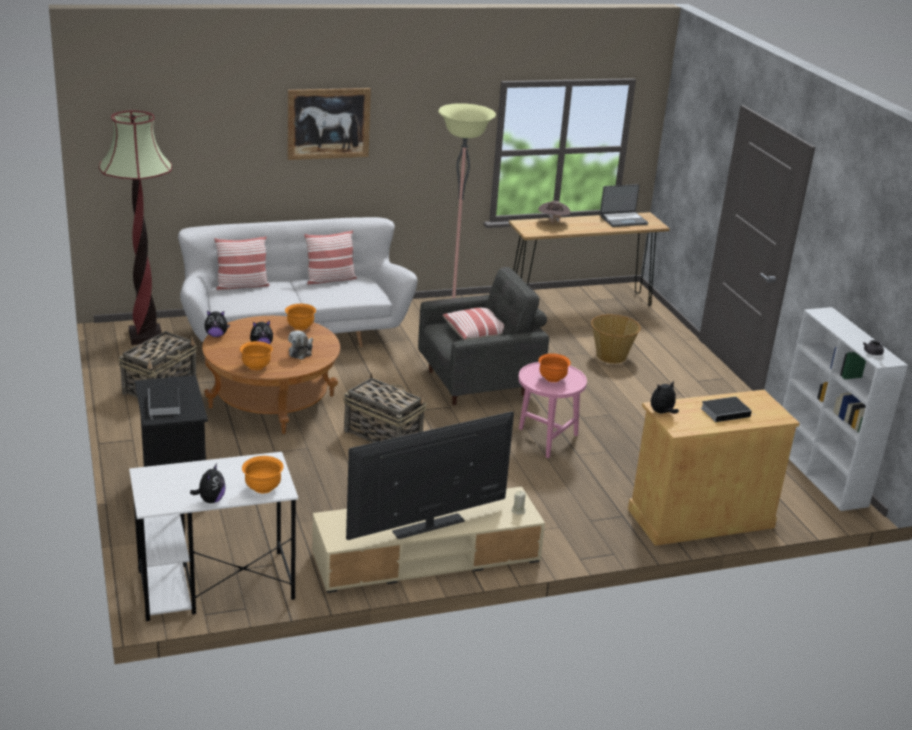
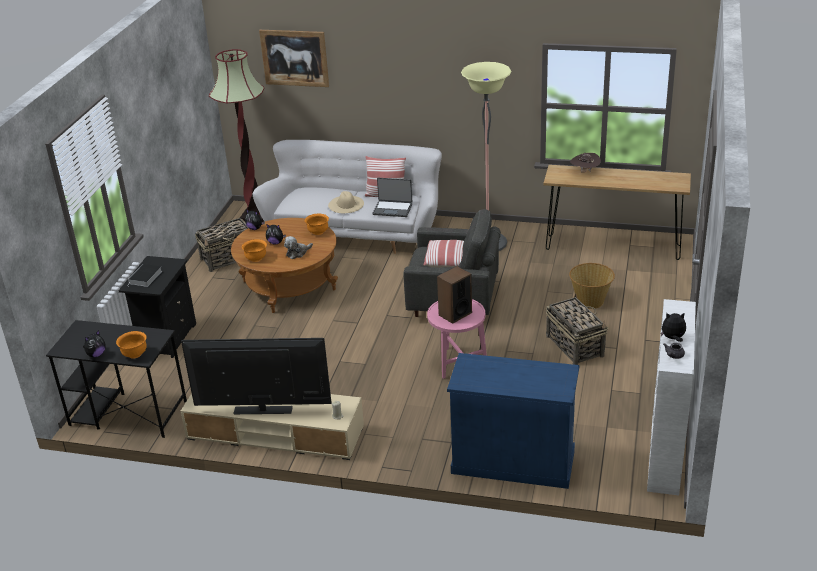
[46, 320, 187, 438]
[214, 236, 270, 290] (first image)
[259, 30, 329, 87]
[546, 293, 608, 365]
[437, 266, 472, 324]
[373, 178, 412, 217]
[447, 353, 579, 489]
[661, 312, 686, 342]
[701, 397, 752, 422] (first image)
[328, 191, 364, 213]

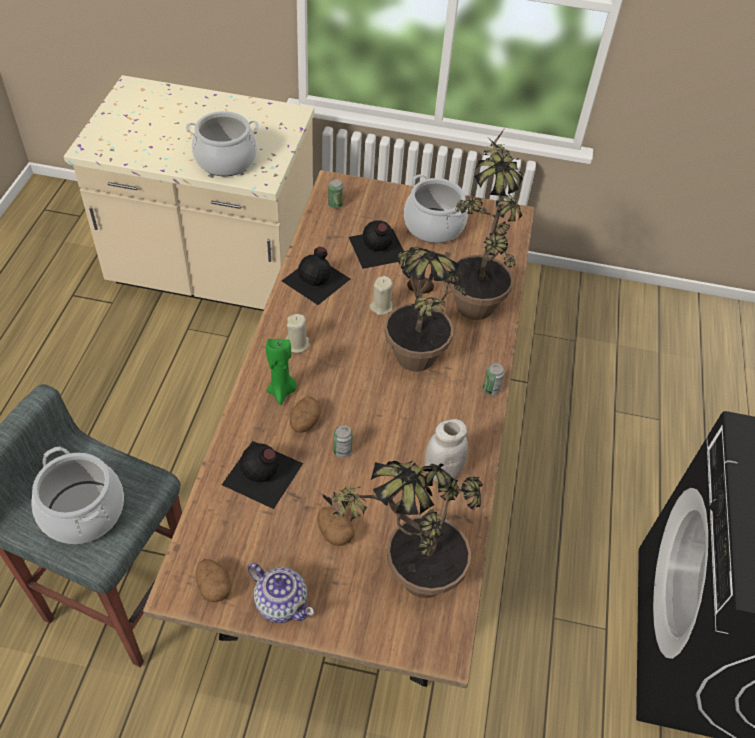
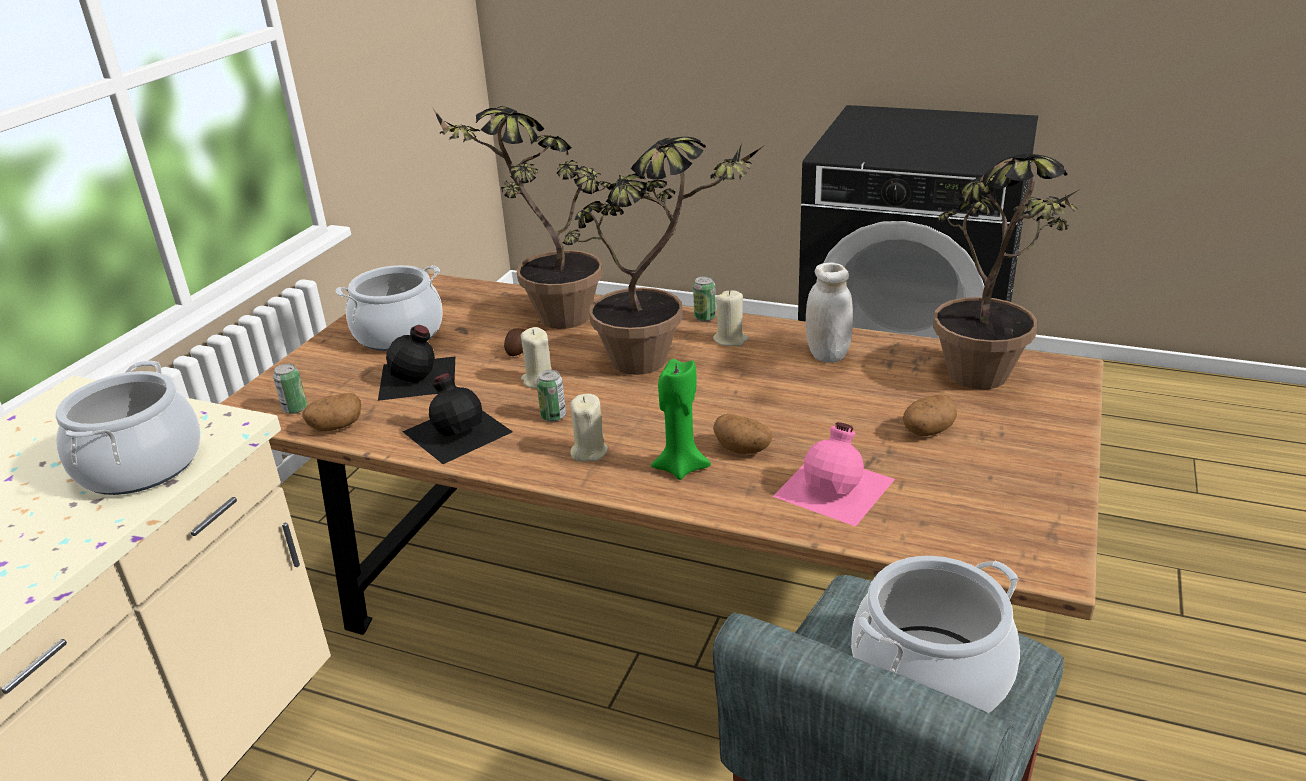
[302, 393, 361, 431]
[773, 422, 895, 527]
[247, 563, 314, 623] (first image)
[536, 370, 566, 422]
[713, 290, 749, 346]

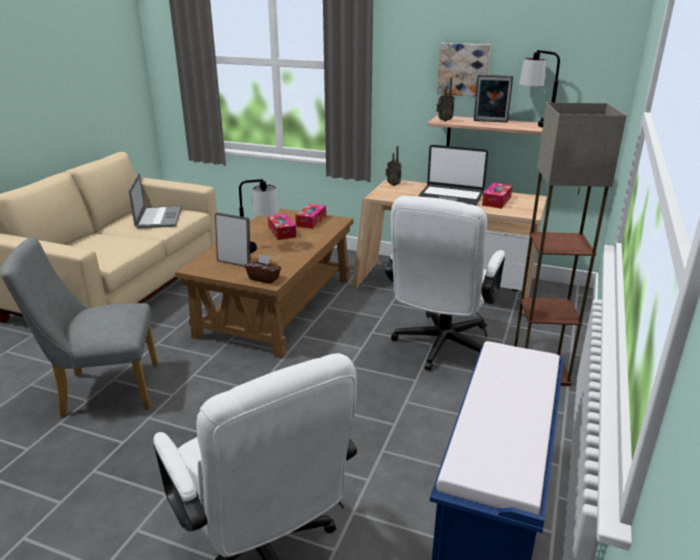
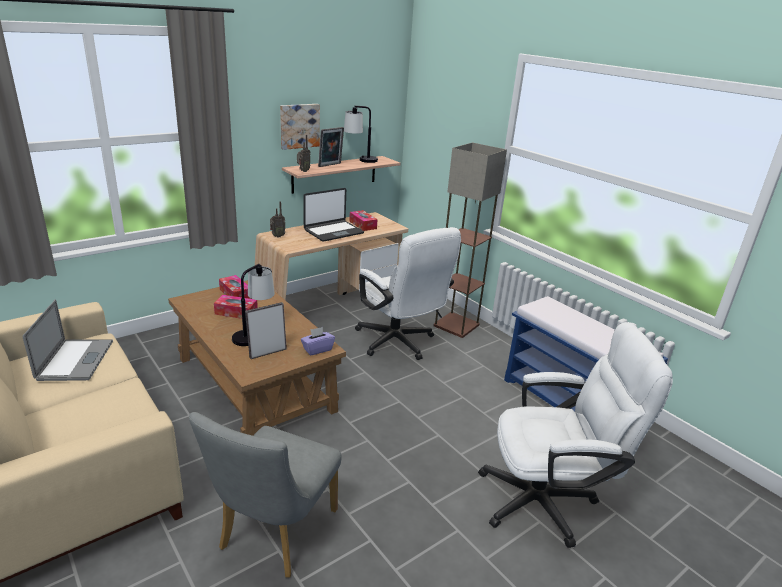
[23, 300, 113, 381]
[301, 327, 335, 356]

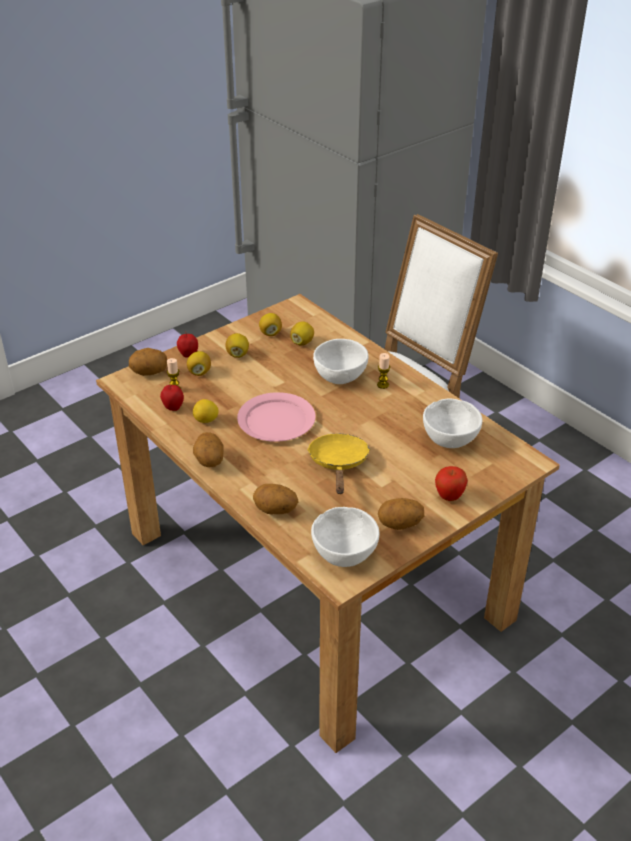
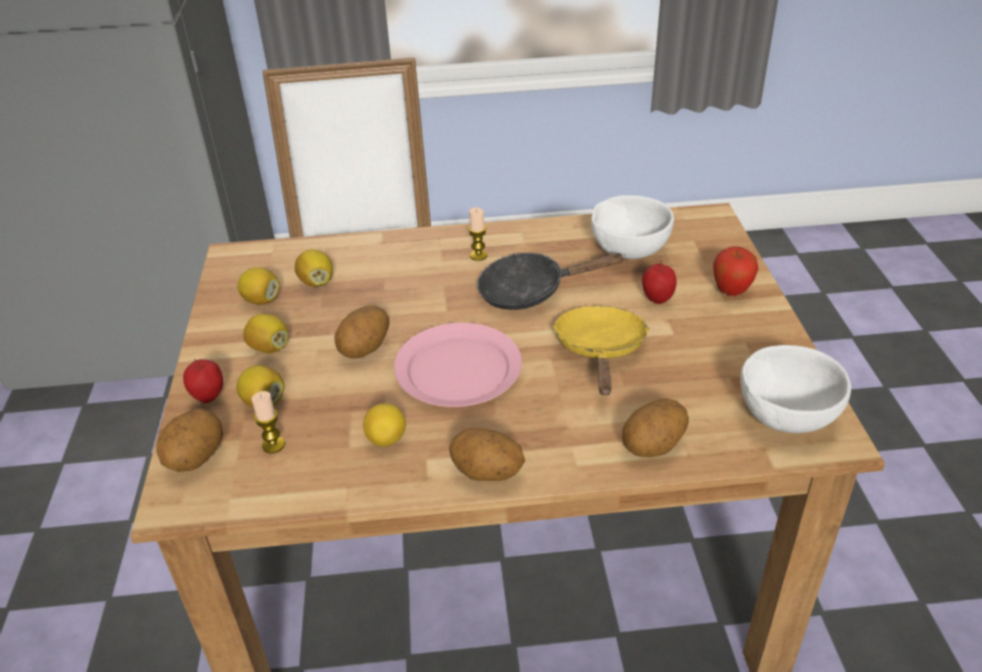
[642, 261, 677, 304]
[553, 306, 649, 395]
[313, 339, 368, 384] (first image)
[334, 305, 389, 359]
[477, 253, 624, 310]

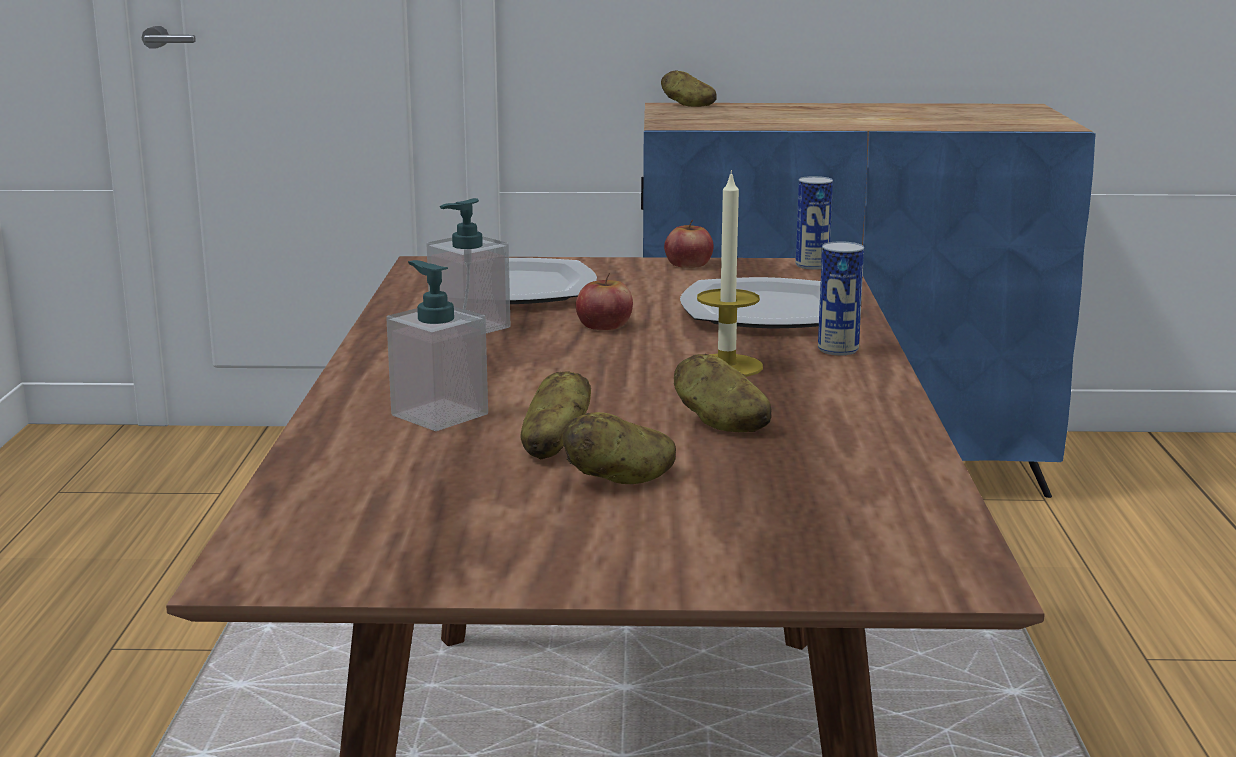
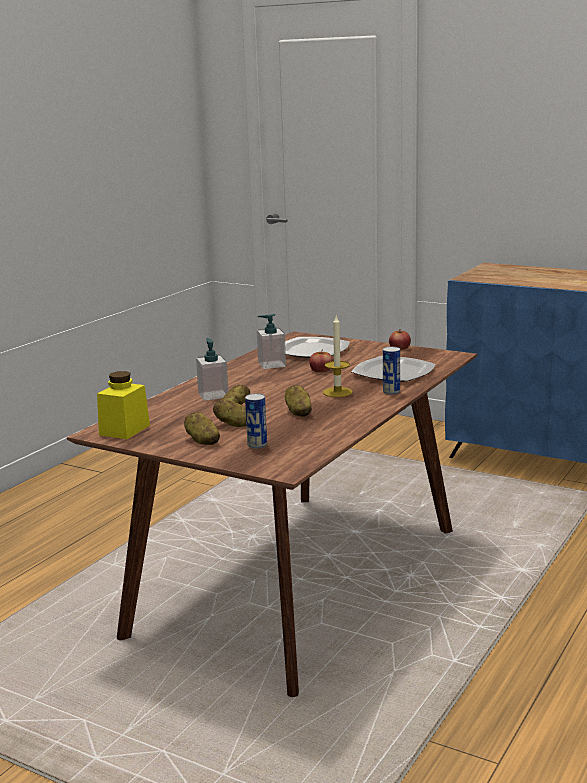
[184, 412, 220, 445]
[245, 393, 267, 449]
[97, 371, 150, 439]

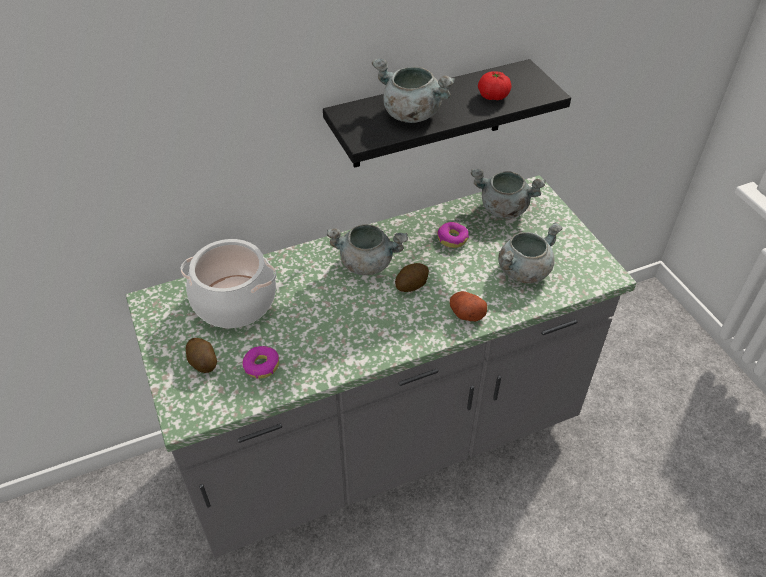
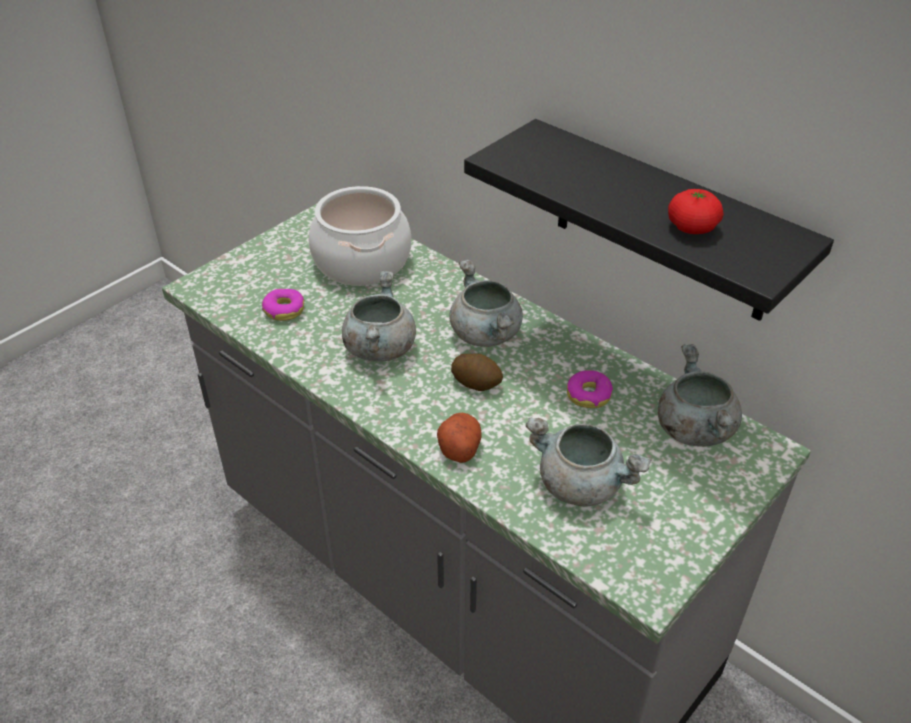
[186, 338, 217, 373] (first image)
[342, 271, 416, 362]

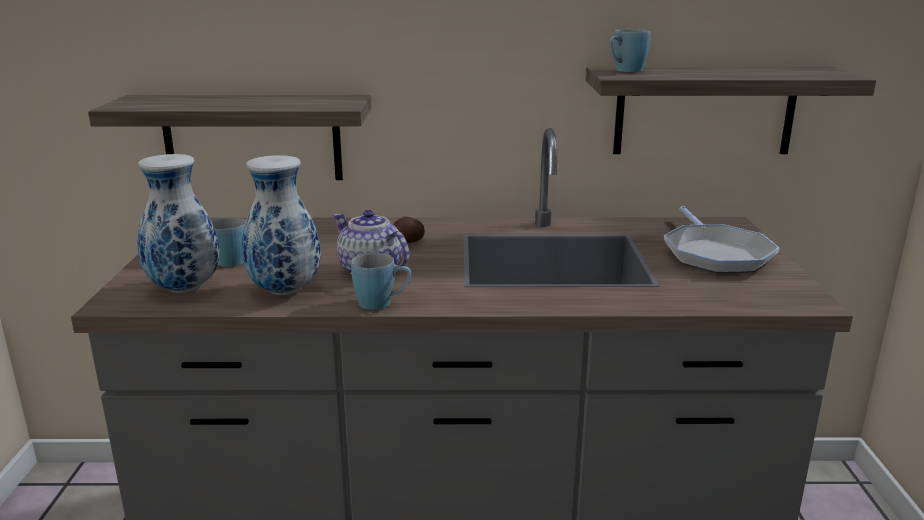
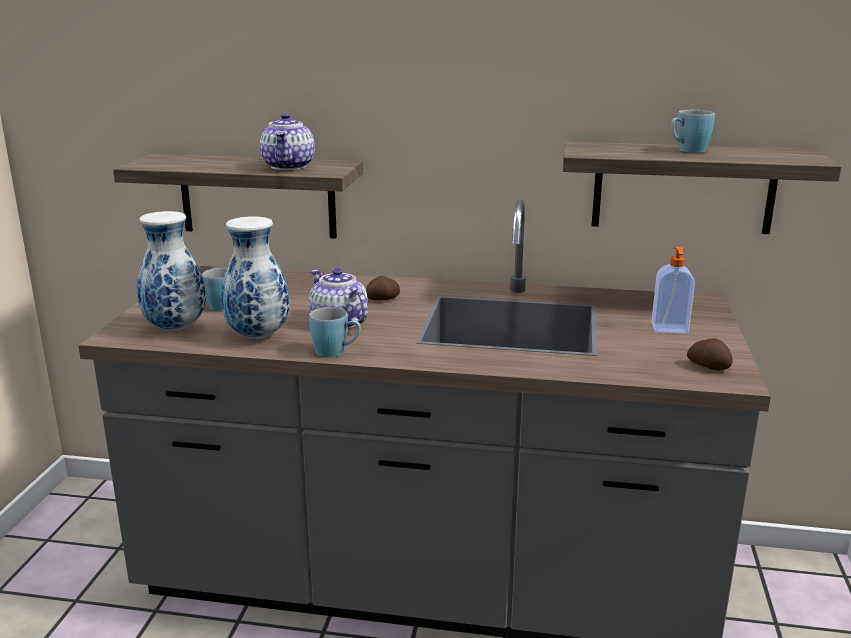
[671, 110, 715, 153]
[651, 247, 695, 334]
[260, 113, 315, 170]
[687, 338, 733, 370]

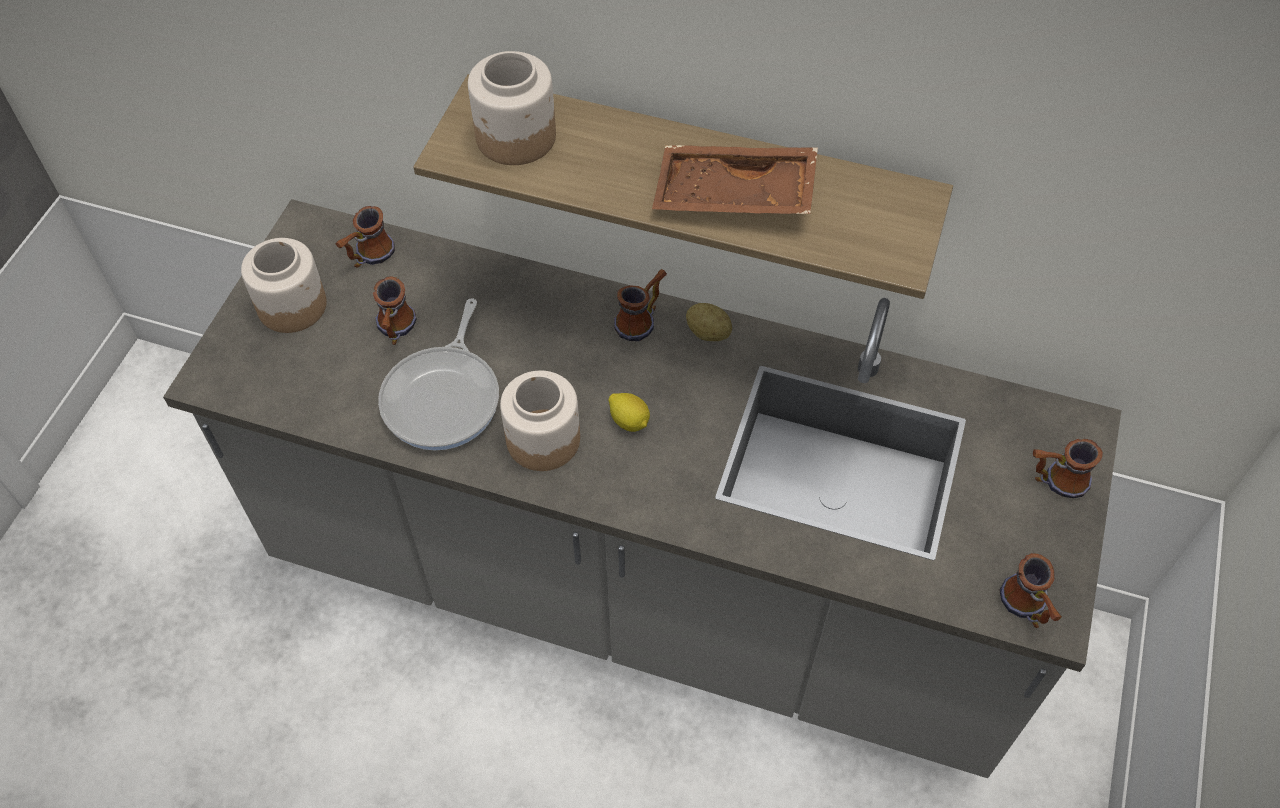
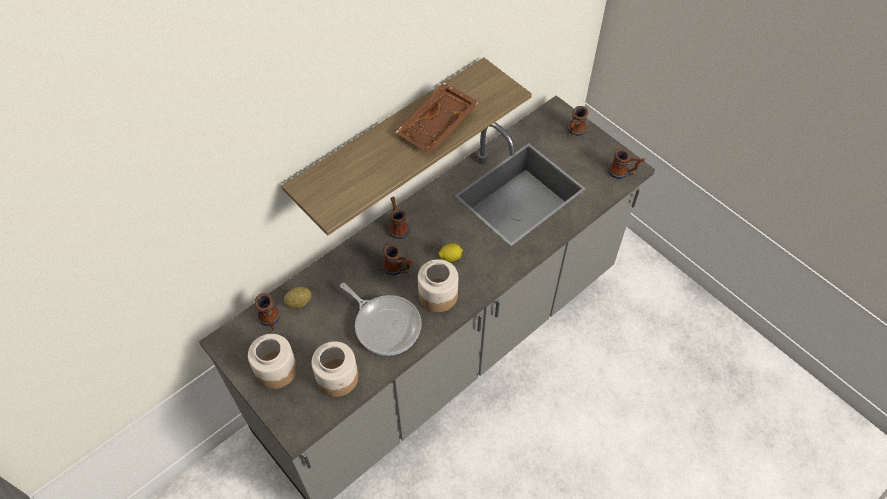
[382, 244, 414, 275]
[311, 341, 358, 397]
[284, 287, 312, 308]

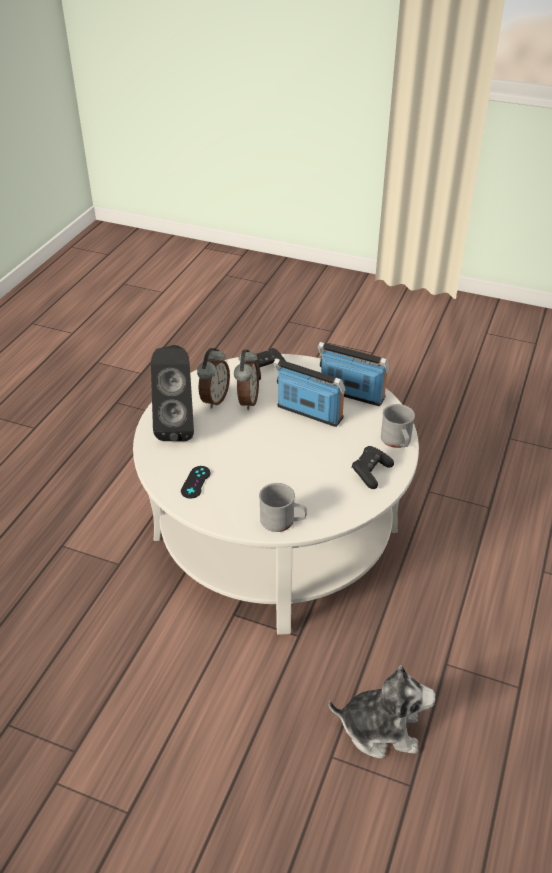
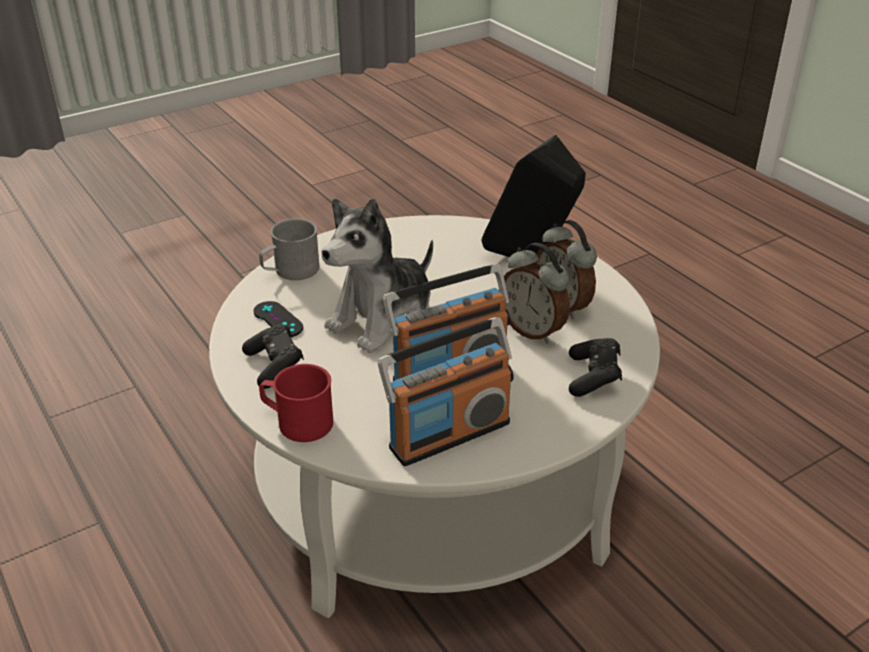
[253, 301, 303, 337]
[321, 198, 433, 353]
[259, 364, 333, 442]

